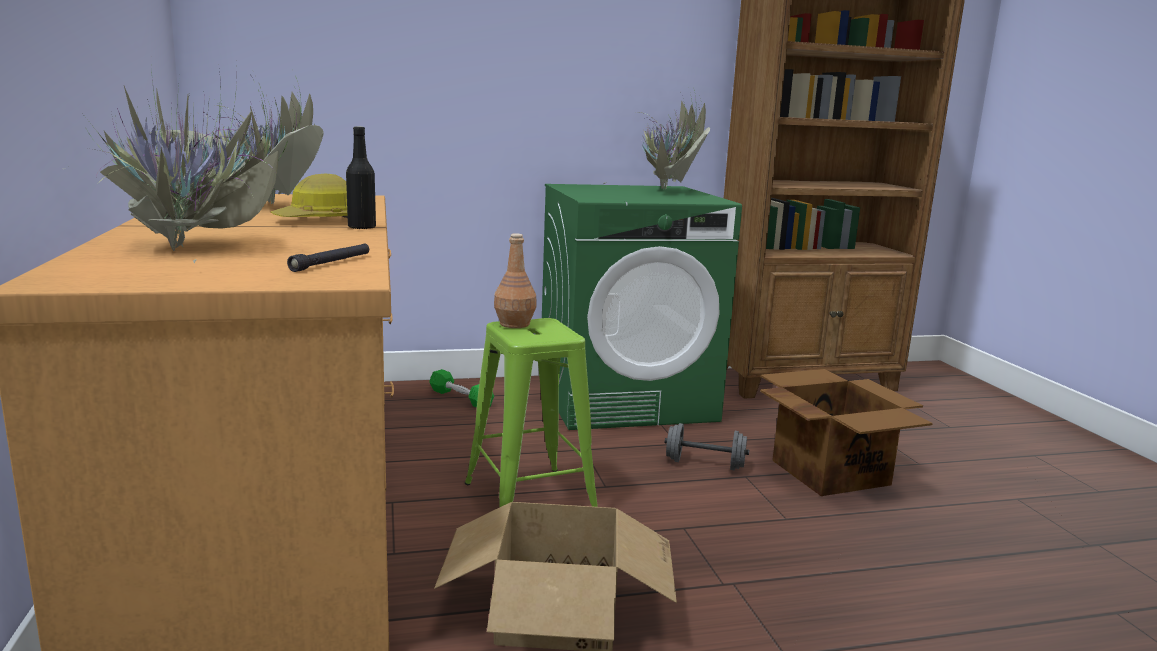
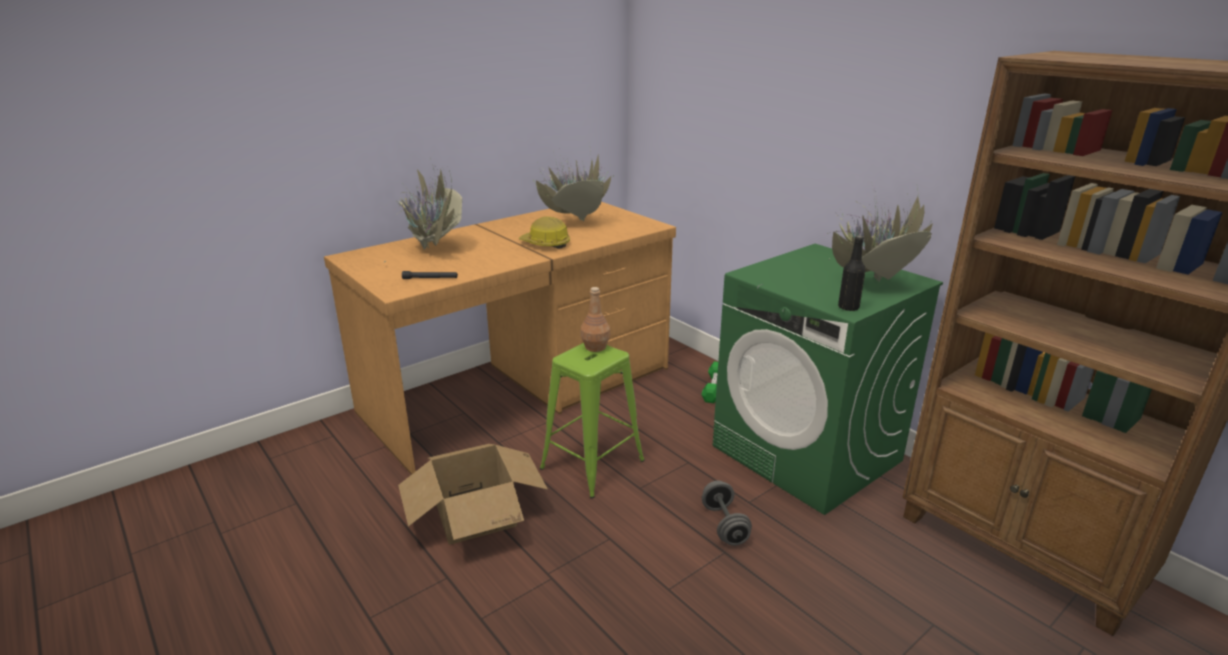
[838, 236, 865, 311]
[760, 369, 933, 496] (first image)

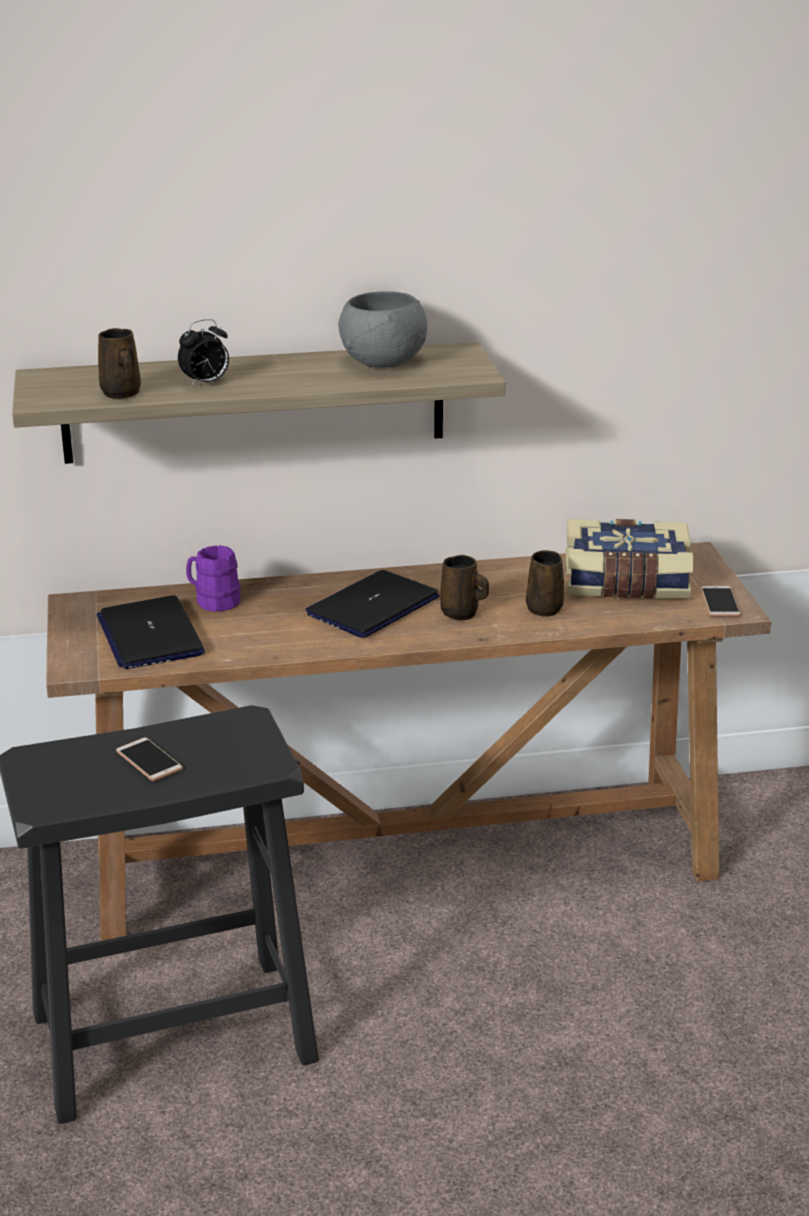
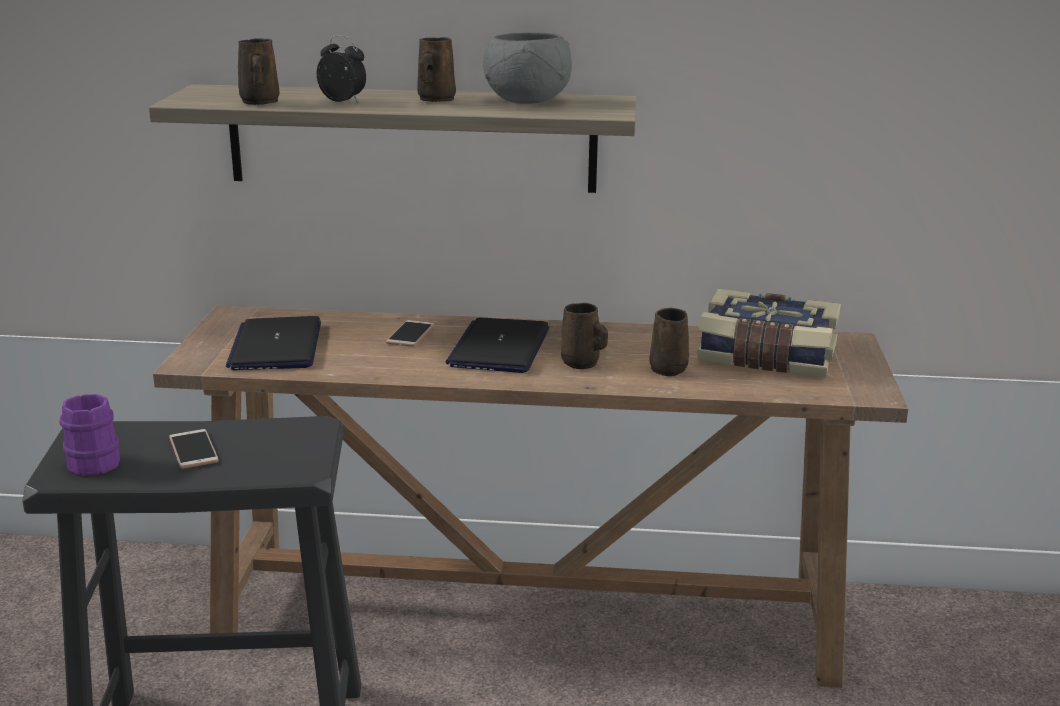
[317, 35, 366, 103]
[59, 394, 120, 476]
[445, 318, 549, 373]
[386, 320, 434, 347]
[417, 37, 456, 102]

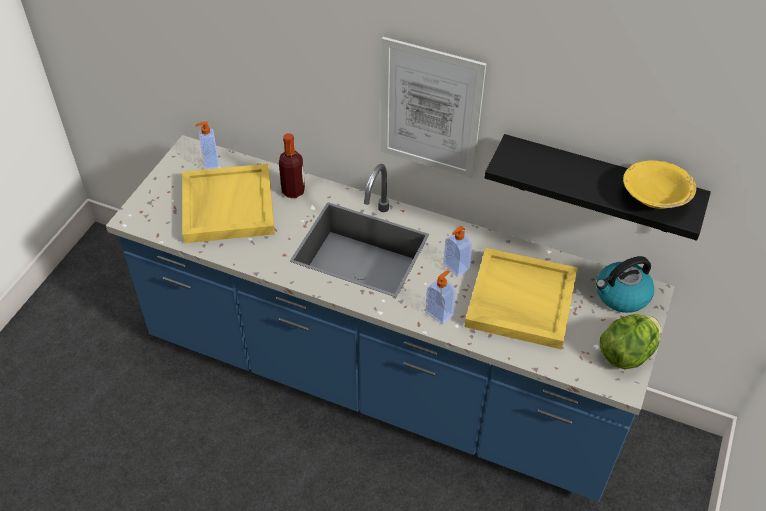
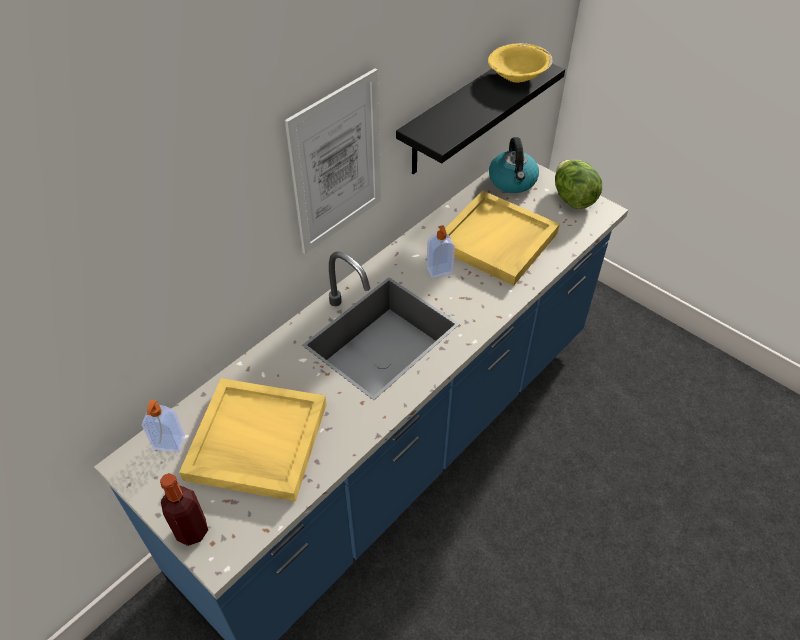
[160, 473, 208, 546]
[425, 270, 456, 324] (first image)

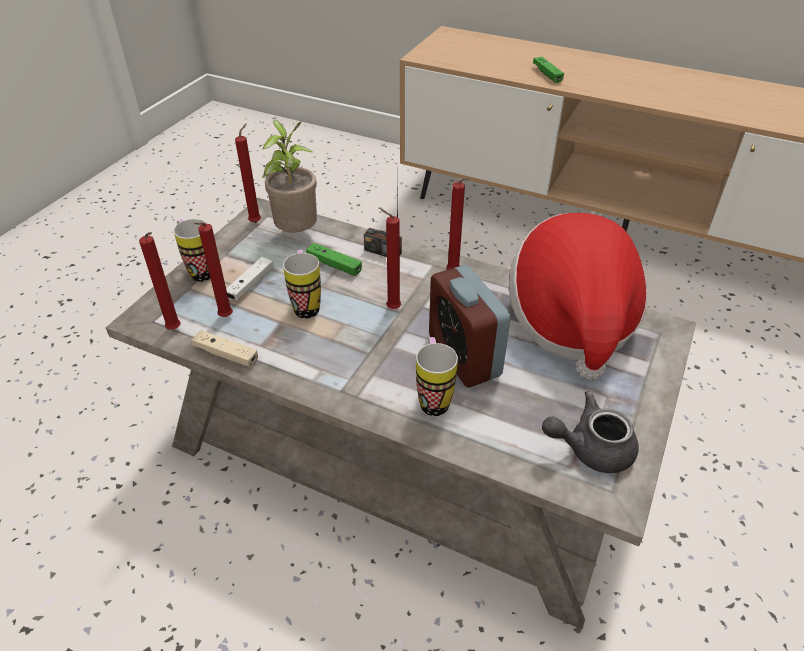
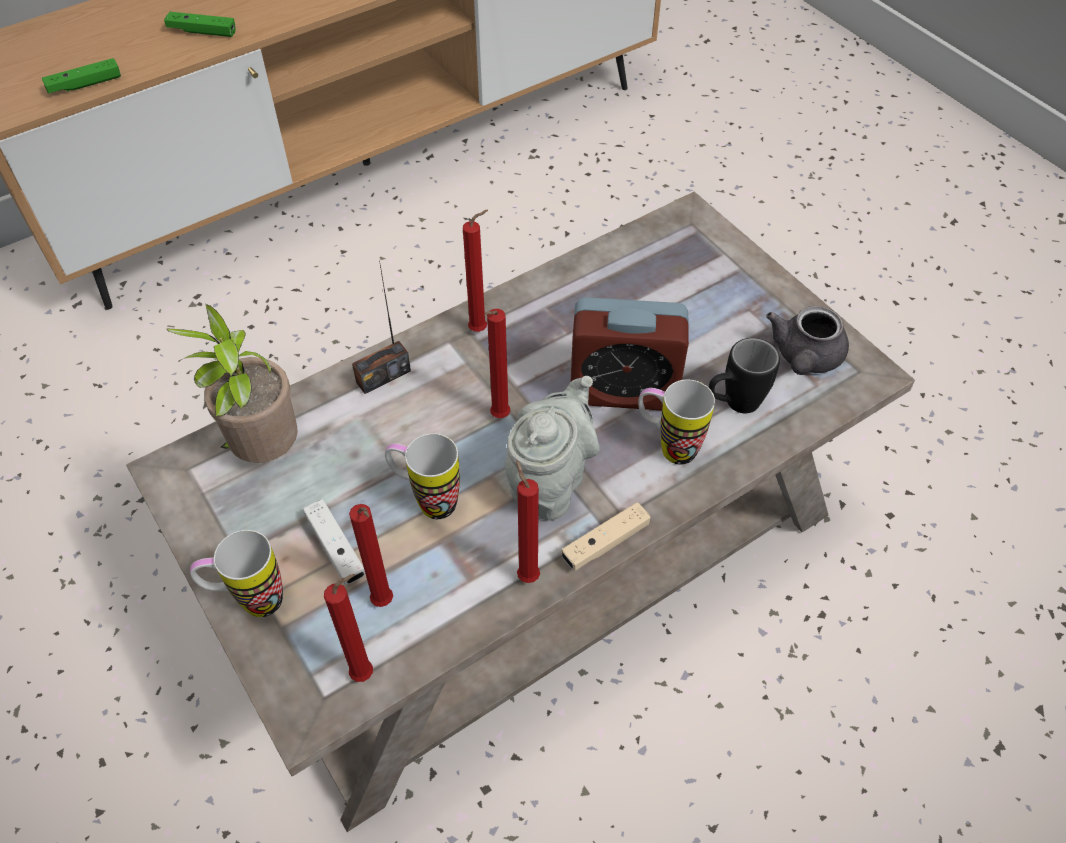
[561, 502, 651, 571]
[516, 459, 540, 583]
[42, 58, 121, 93]
[509, 213, 647, 380] (first image)
[505, 376, 599, 521]
[708, 338, 780, 413]

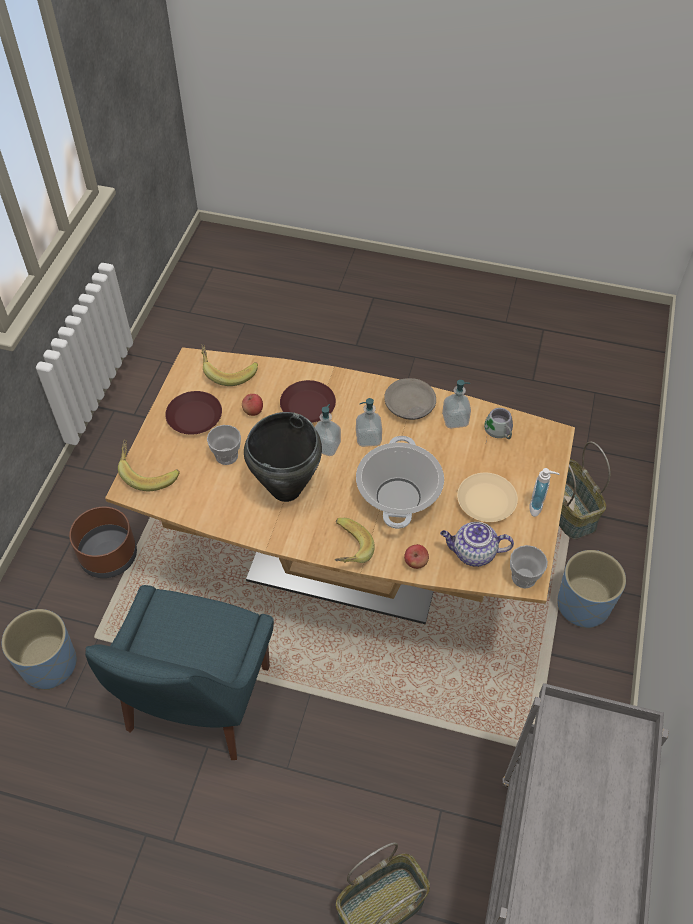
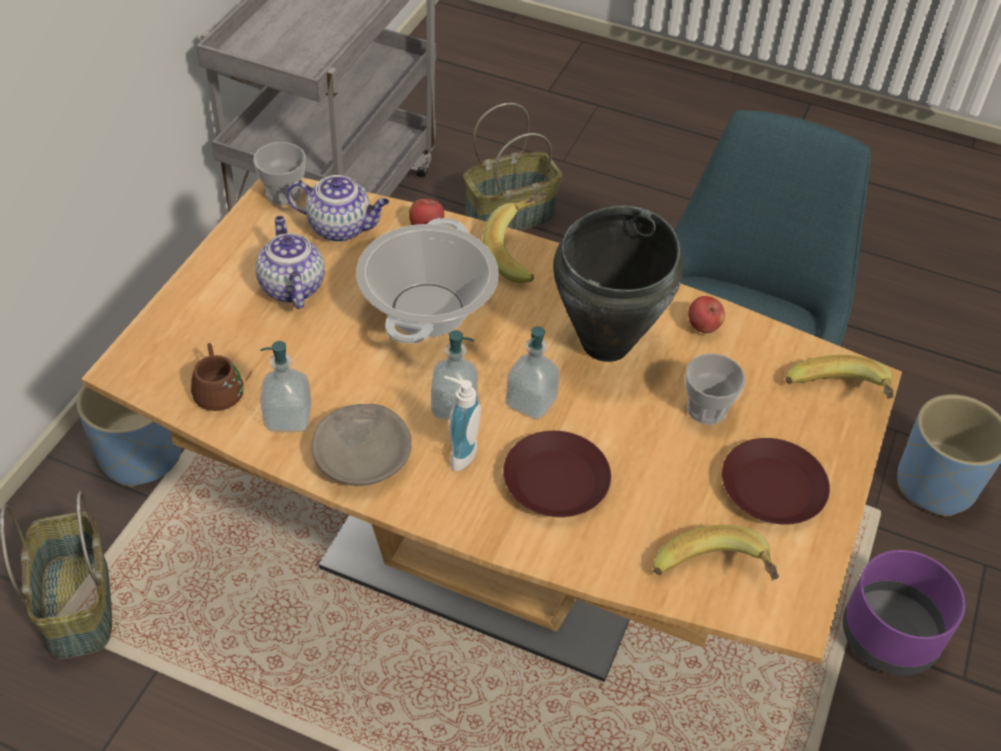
[843, 550, 965, 676]
[688, 296, 725, 333]
[256, 216, 325, 309]
[191, 343, 253, 411]
[444, 376, 481, 471]

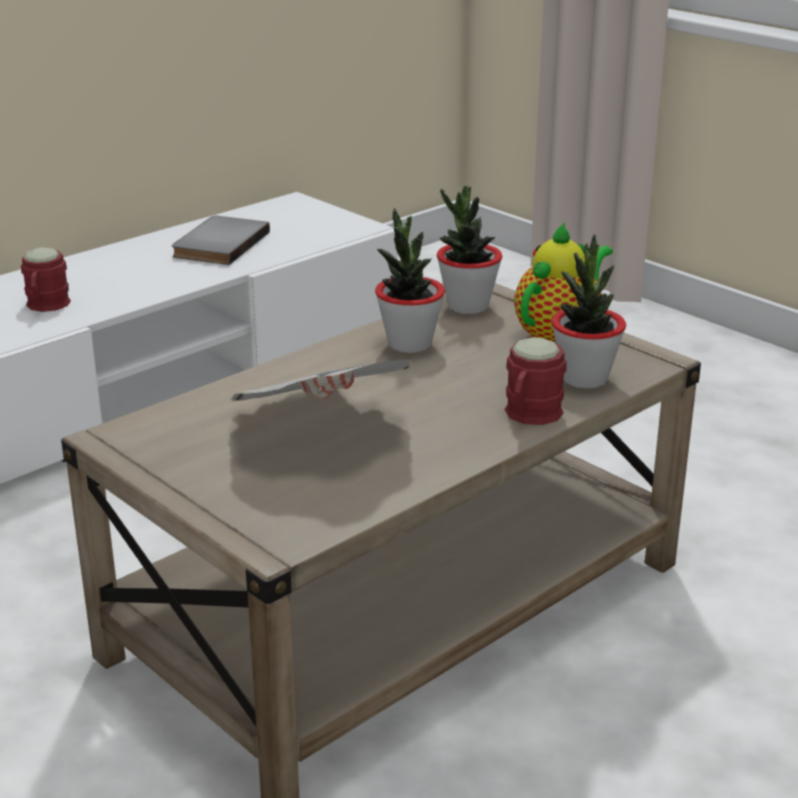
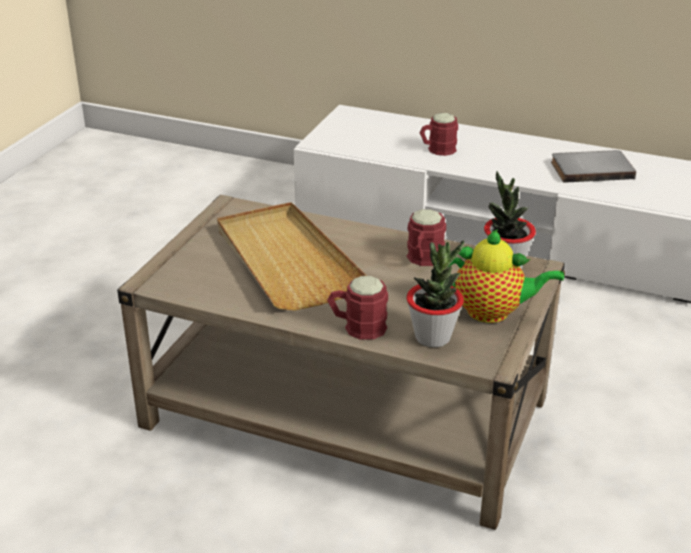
[217, 202, 367, 311]
[407, 209, 446, 266]

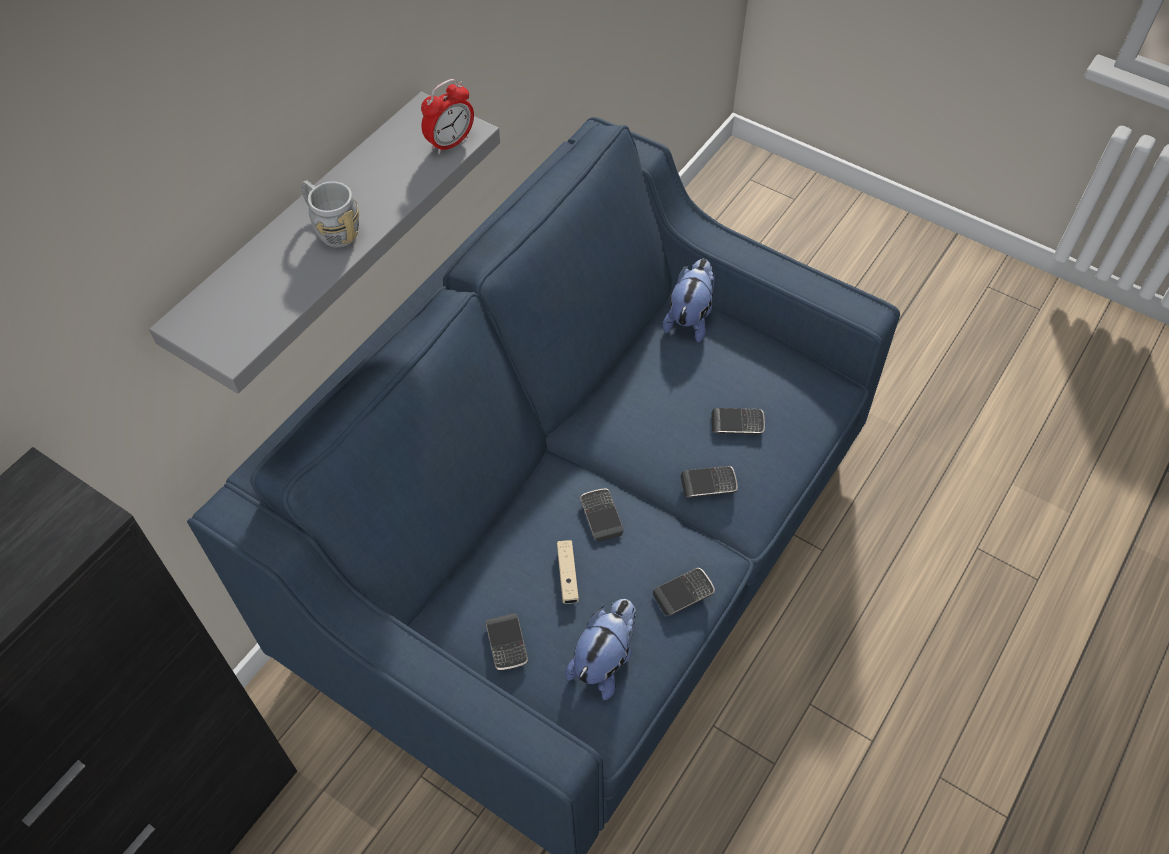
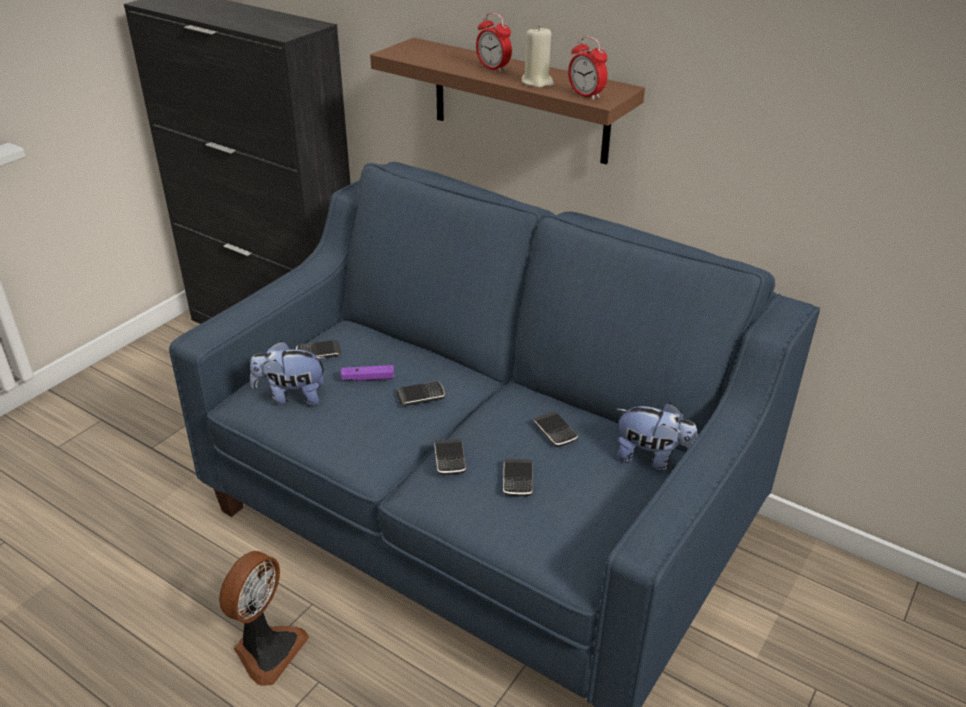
[370, 38, 645, 164]
[476, 13, 512, 73]
[341, 365, 394, 381]
[250, 341, 327, 406]
[533, 411, 578, 447]
[219, 551, 309, 686]
[522, 25, 554, 88]

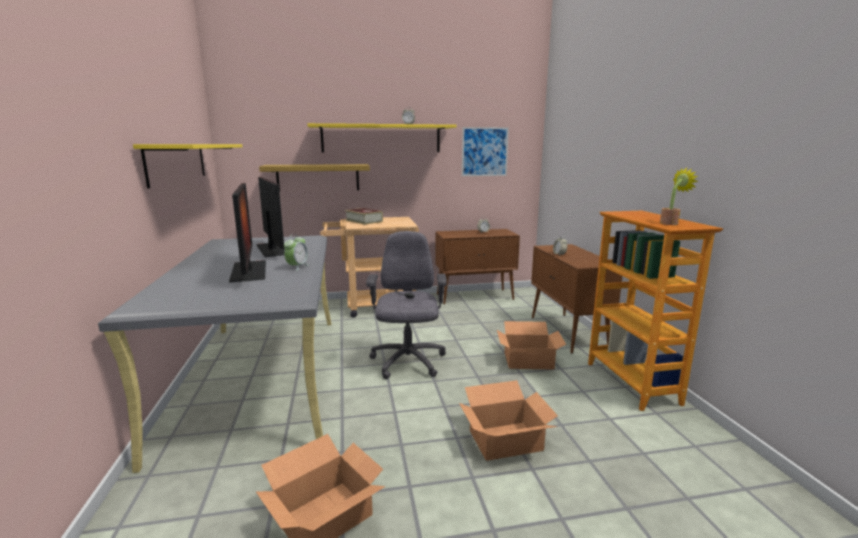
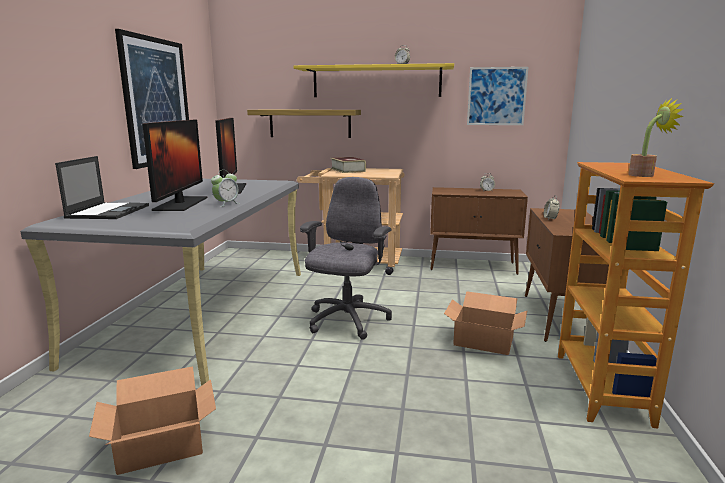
[115, 29, 189, 169]
[459, 380, 558, 461] (first image)
[55, 156, 149, 219]

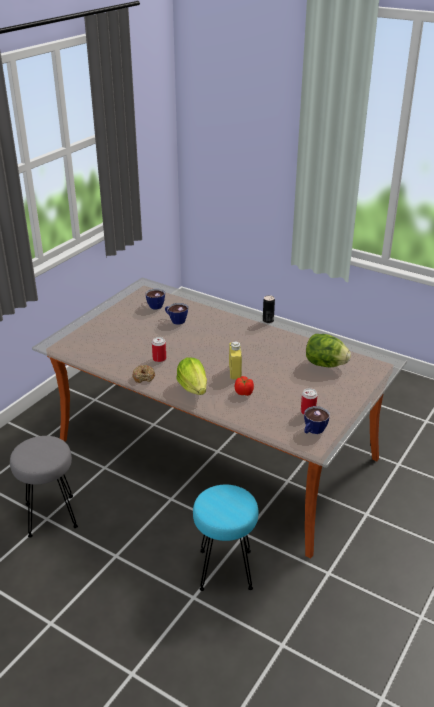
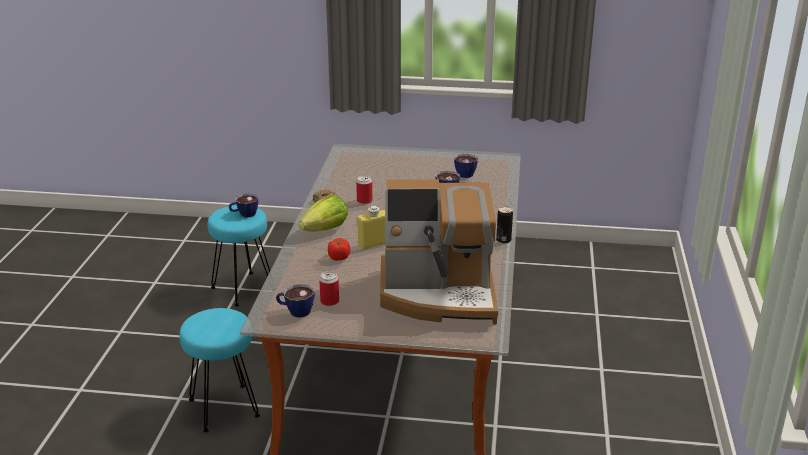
[207, 205, 270, 307]
[380, 179, 498, 324]
[229, 193, 258, 218]

